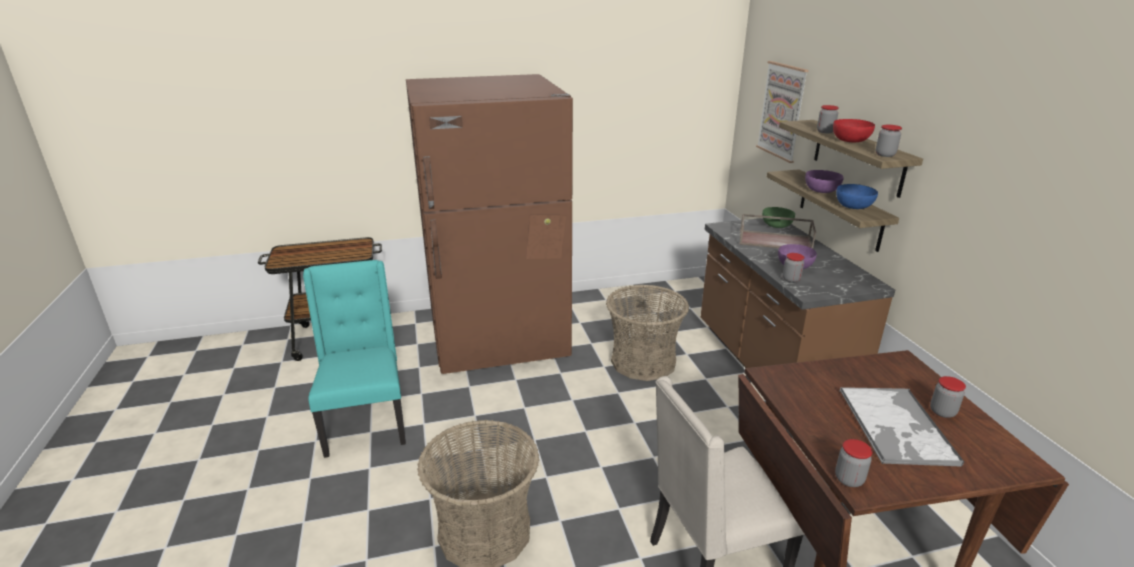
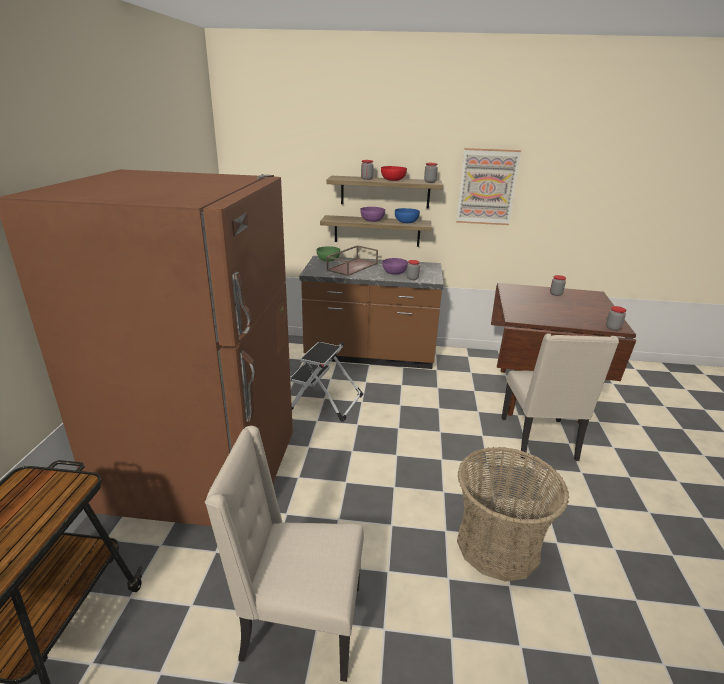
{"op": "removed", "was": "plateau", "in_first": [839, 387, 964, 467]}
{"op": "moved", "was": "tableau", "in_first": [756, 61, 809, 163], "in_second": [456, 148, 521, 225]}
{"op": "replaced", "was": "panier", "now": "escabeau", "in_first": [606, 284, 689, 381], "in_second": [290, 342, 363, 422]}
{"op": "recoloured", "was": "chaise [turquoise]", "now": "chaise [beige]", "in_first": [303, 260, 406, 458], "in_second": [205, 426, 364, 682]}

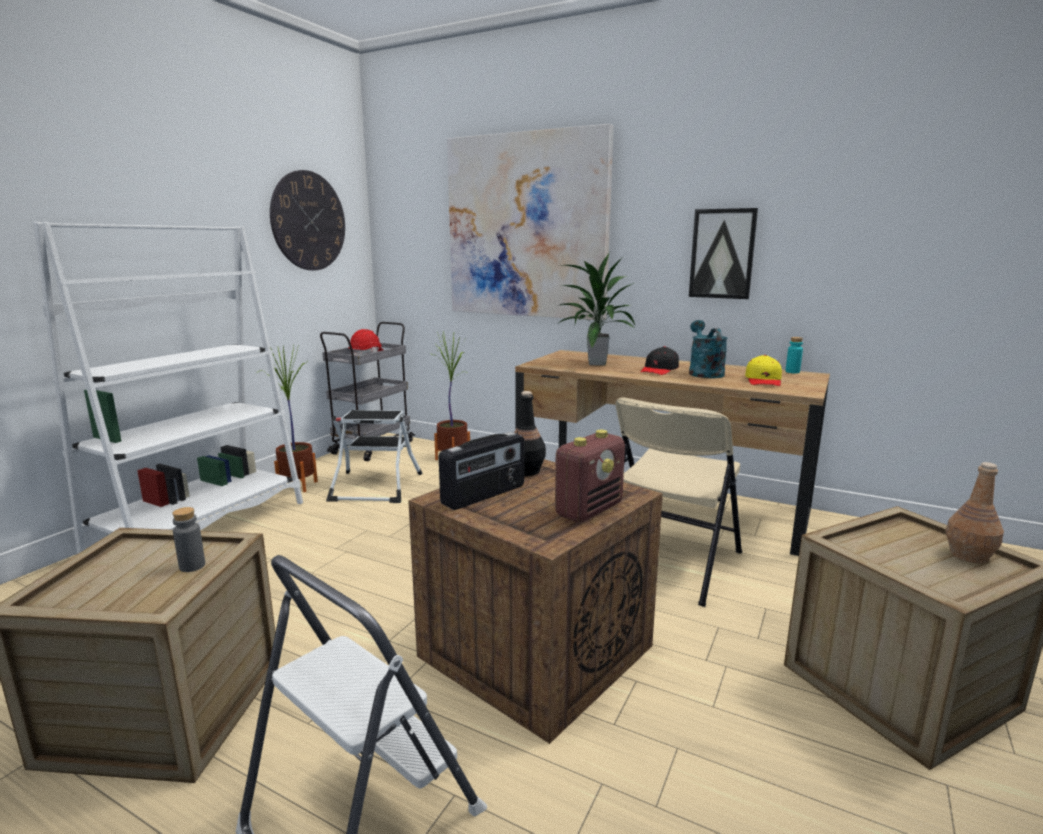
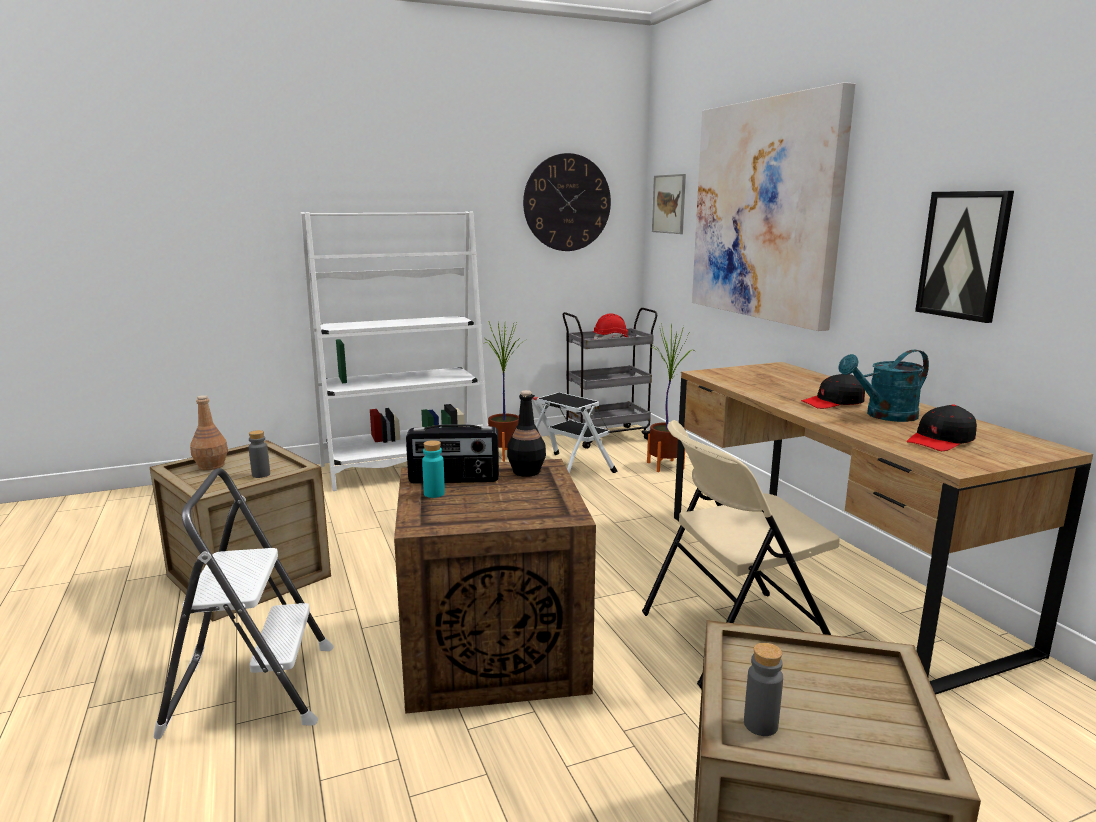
{"op": "removed", "was": "radio", "in_first": [555, 430, 625, 522]}
{"op": "removed", "was": "plante en pot", "in_first": [557, 254, 636, 366]}
{"op": "added", "now": "tableau", "in_second": [652, 174, 686, 234]}
{"op": "added", "now": "bouteille [gris]", "in_second": [744, 643, 783, 736]}
{"op": "moved", "was": "bouteille [turquoise]", "in_first": [786, 337, 803, 373], "in_second": [422, 440, 445, 498]}
{"op": "moved", "was": "bouteille [marron]", "in_first": [946, 462, 1004, 564], "in_second": [190, 395, 228, 470]}
{"op": "recoloured", "was": "casquette [jaune]", "now": "casquette [noir]", "in_first": [745, 355, 782, 386], "in_second": [907, 404, 977, 451]}
{"op": "turned", "was": "arrosoir [turquoise]", "in_first": [689, 320, 728, 378], "in_second": [838, 349, 929, 422], "clockwise": -150}

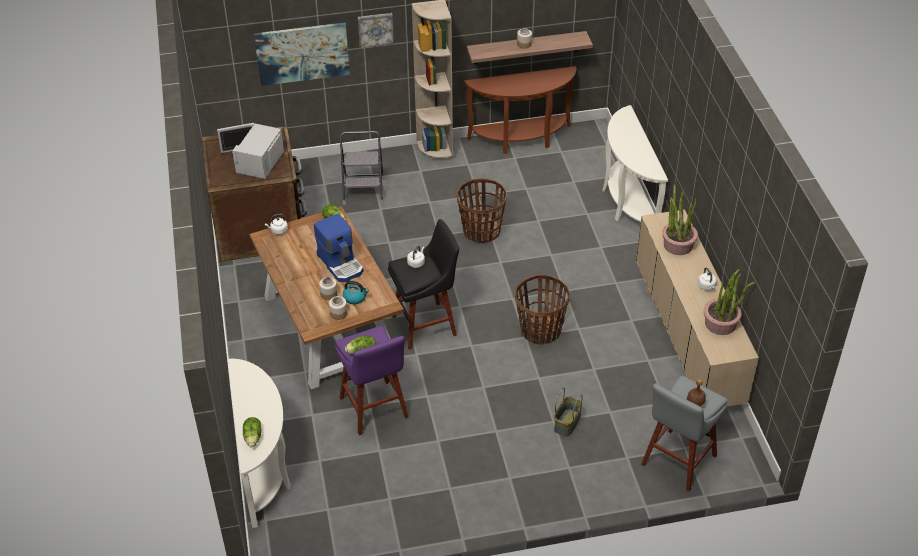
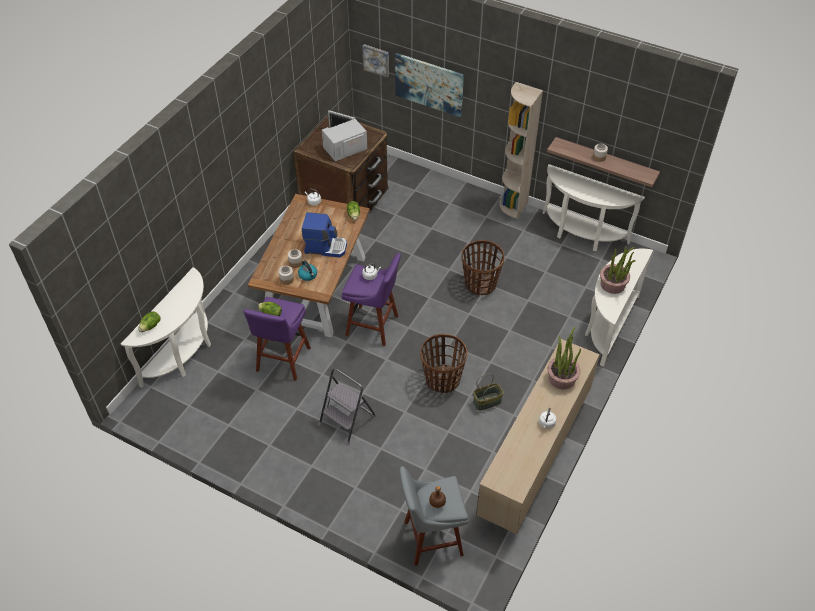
{"op": "moved", "was": "escabeau [gris]", "in_first": [340, 131, 384, 205], "in_second": [318, 368, 376, 446]}
{"op": "moved", "was": "tableau", "in_first": [358, 13, 394, 49], "in_second": [362, 44, 389, 78]}
{"op": "moved", "was": "panier", "in_first": [554, 388, 583, 436], "in_second": [473, 373, 503, 411]}
{"op": "moved", "was": "plante en pot", "in_first": [704, 269, 755, 335], "in_second": [600, 247, 636, 294]}
{"op": "recoloured", "was": "tabouret [noir]", "now": "tabouret [violet]", "in_first": [388, 219, 459, 350], "in_second": [342, 253, 401, 346]}
{"op": "recoloured", "was": "table console [marron]", "now": "table console [blanc]", "in_first": [464, 66, 576, 154], "in_second": [542, 164, 645, 251]}
{"op": "turned", "was": "machine à café", "in_first": [314, 213, 363, 282], "in_second": [302, 212, 347, 257], "clockwise": -90}

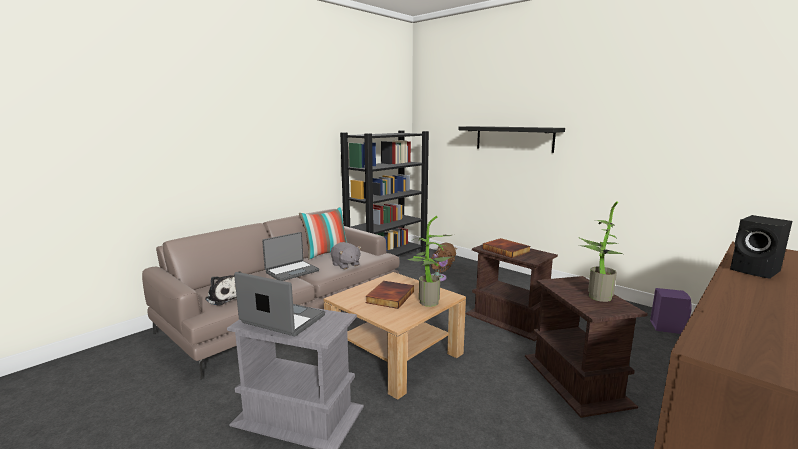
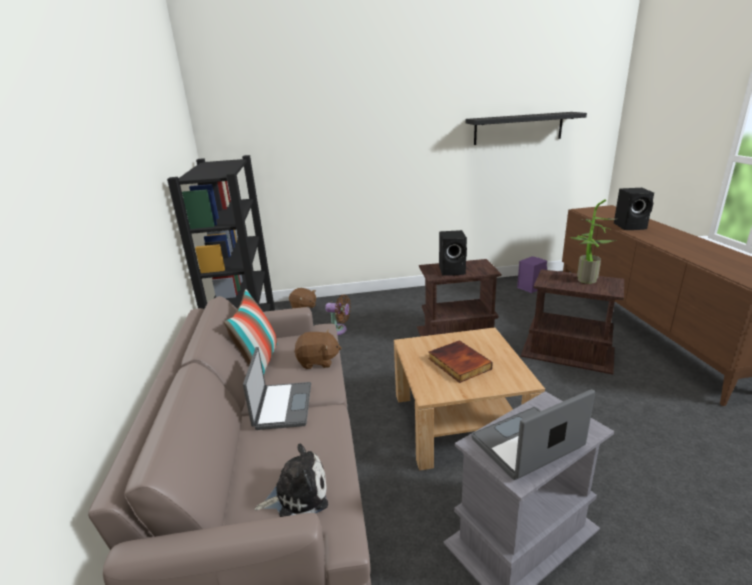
{"op": "removed", "was": "plante en pot", "in_first": [408, 216, 454, 307]}
{"op": "moved", "was": "étagère [noir]", "in_first": [458, 126, 565, 153], "in_second": [466, 112, 587, 145]}
{"op": "replaced", "was": "livre", "now": "enceinte [noir]", "in_first": [483, 238, 531, 258], "in_second": [439, 230, 467, 276]}
{"op": "recoloured", "was": "peluche [gris]", "now": "peluche [marron]", "in_first": [331, 242, 361, 269], "in_second": [294, 329, 342, 369]}

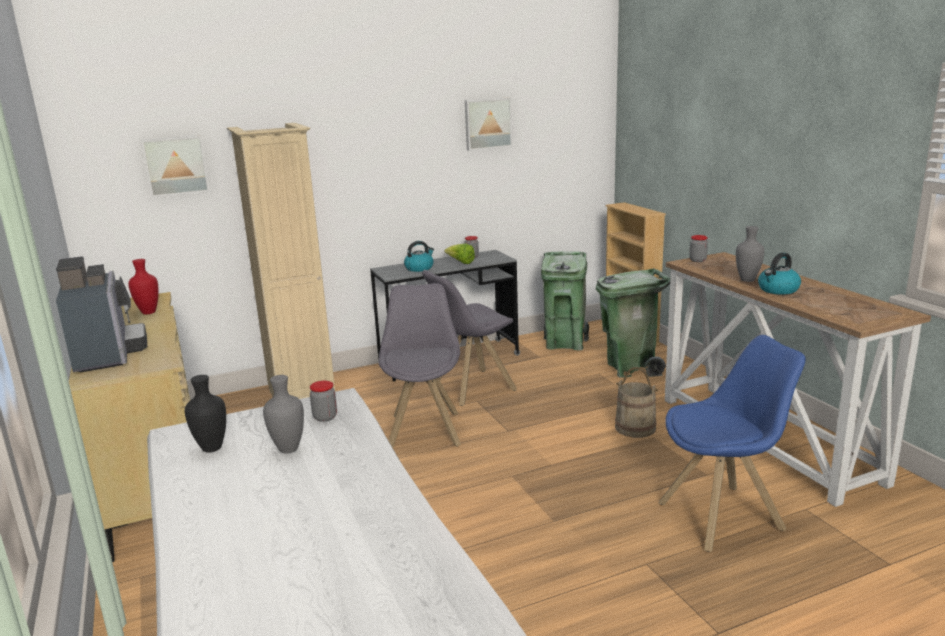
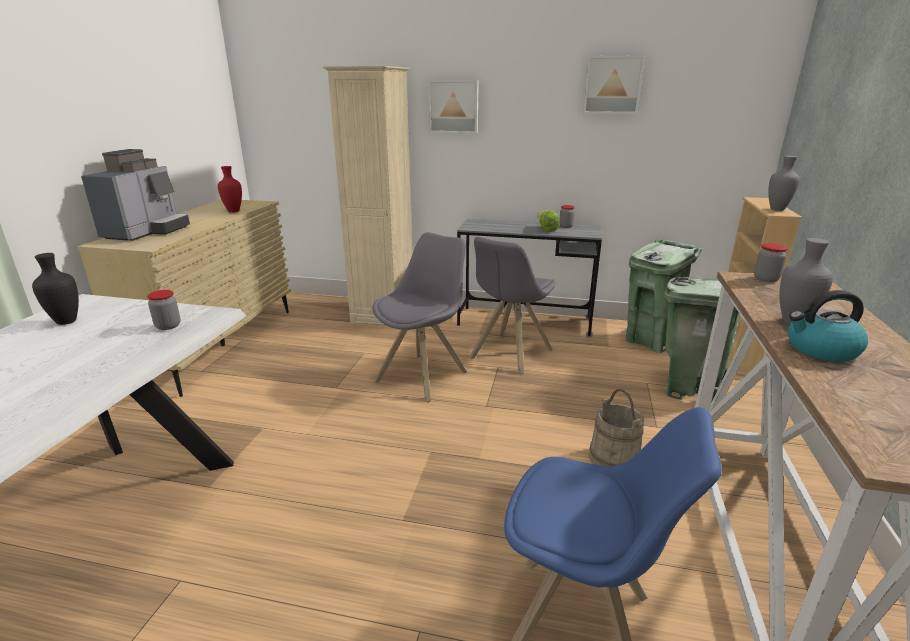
{"op": "removed", "was": "bouilloire", "in_first": [404, 241, 434, 272]}
{"op": "moved", "was": "tableau", "in_first": [141, 135, 210, 198], "in_second": [428, 80, 479, 133]}
{"op": "moved", "was": "vase [gris]", "in_first": [263, 375, 304, 454], "in_second": [768, 156, 800, 211]}
{"op": "turned", "was": "chaise [gris]", "in_first": [422, 270, 517, 406], "in_second": [470, 237, 556, 374], "clockwise": -60}

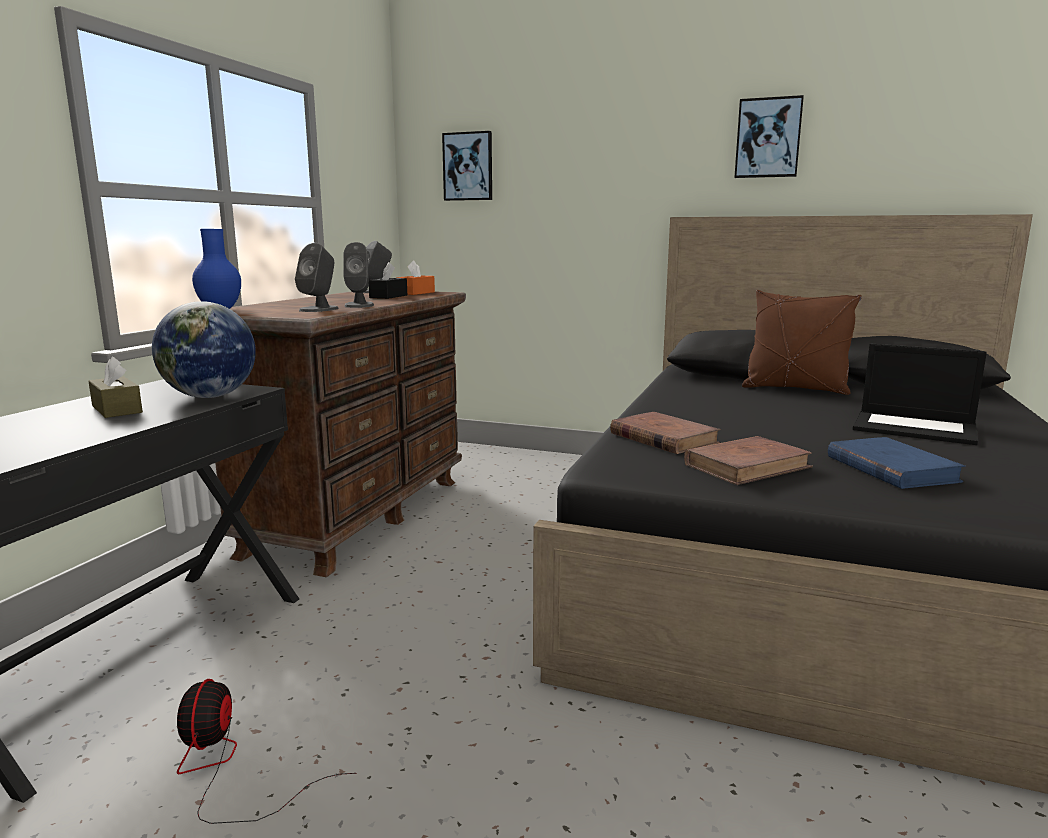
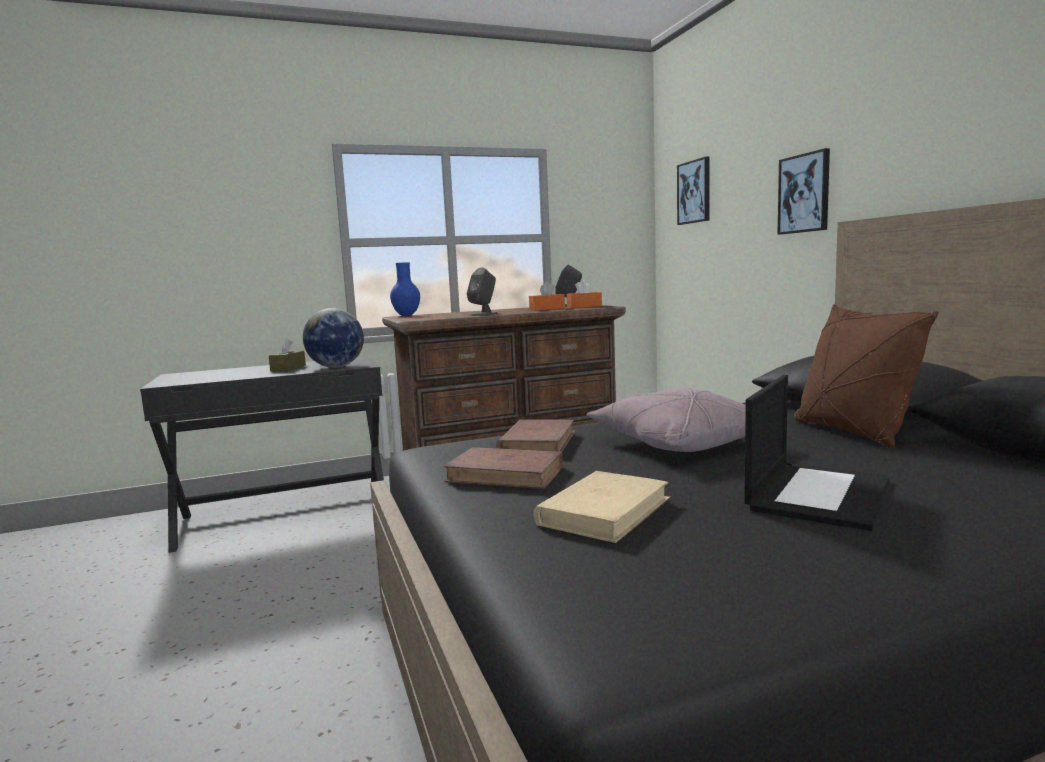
{"op": "removed", "was": "ventilateur", "in_first": [177, 679, 356, 824]}
{"op": "removed", "was": "enceinte [gris]", "in_first": [295, 243, 339, 312]}
{"op": "added", "now": "coussin [violet]", "in_second": [587, 388, 746, 452]}
{"op": "moved", "was": "tableau", "in_first": [734, 95, 804, 178], "in_second": [777, 148, 830, 235]}
{"op": "recoloured", "was": "boîte à mouchoirs [noir]", "now": "boîte à mouchoirs [orange]", "in_first": [368, 262, 407, 299], "in_second": [529, 281, 565, 310]}
{"op": "recoloured", "was": "livre [bleu]", "now": "livre [beige]", "in_first": [828, 437, 966, 489], "in_second": [534, 471, 670, 543]}
{"op": "turned", "was": "ordinateur portable", "in_first": [852, 344, 987, 445], "in_second": [744, 375, 890, 531], "clockwise": -135}

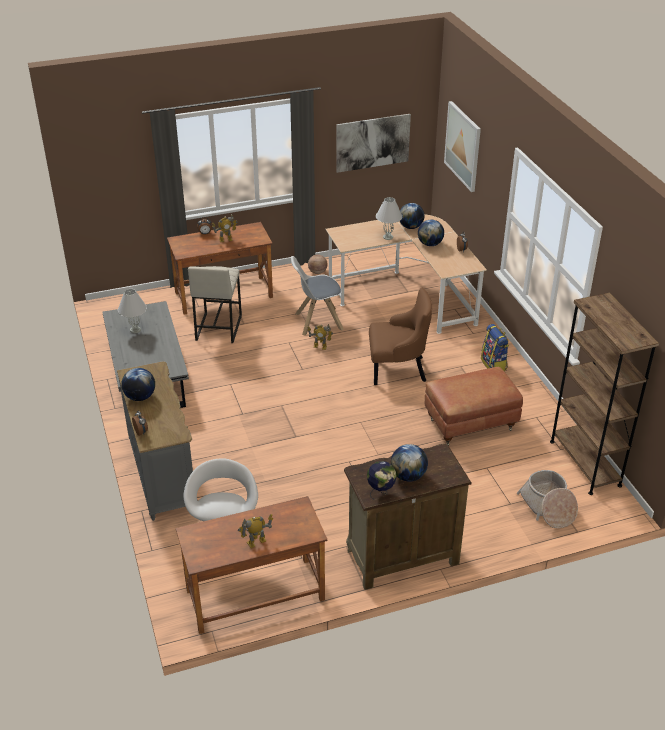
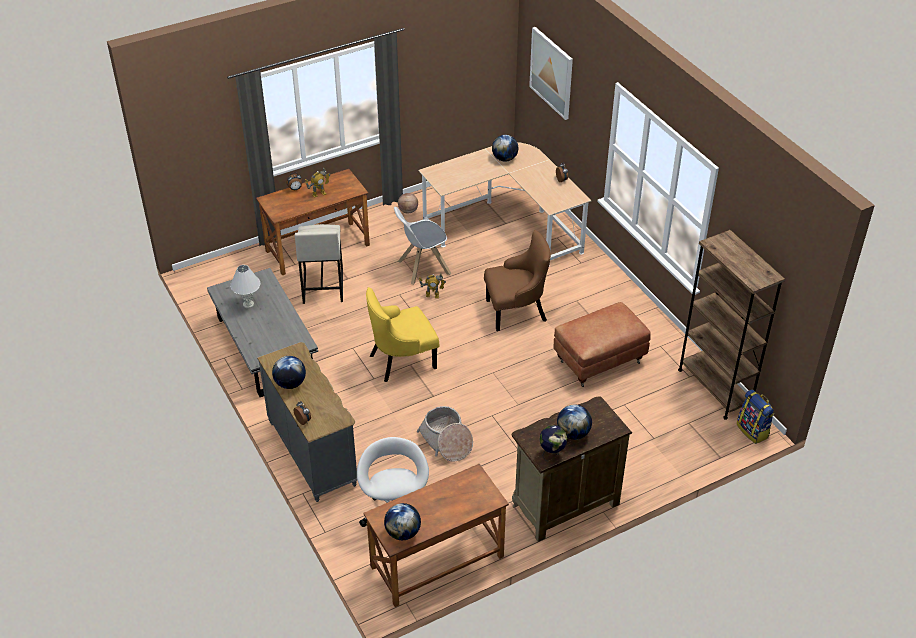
{"op": "removed", "was": "robot jouet", "in_first": [238, 514, 274, 548]}
{"op": "removed", "was": "tableau", "in_first": [336, 114, 411, 173]}
{"op": "removed", "was": "lampe de table [blanc]", "in_first": [376, 197, 402, 240]}
{"op": "added", "now": "chaise [jaune]", "in_second": [366, 287, 440, 382]}
{"op": "moved", "was": "globe", "in_first": [418, 220, 444, 246], "in_second": [384, 503, 421, 540]}
{"op": "moved", "was": "sac à dos", "in_first": [481, 324, 509, 372], "in_second": [736, 389, 774, 444]}
{"op": "moved", "was": "panier", "in_first": [517, 470, 578, 528], "in_second": [417, 406, 473, 462]}

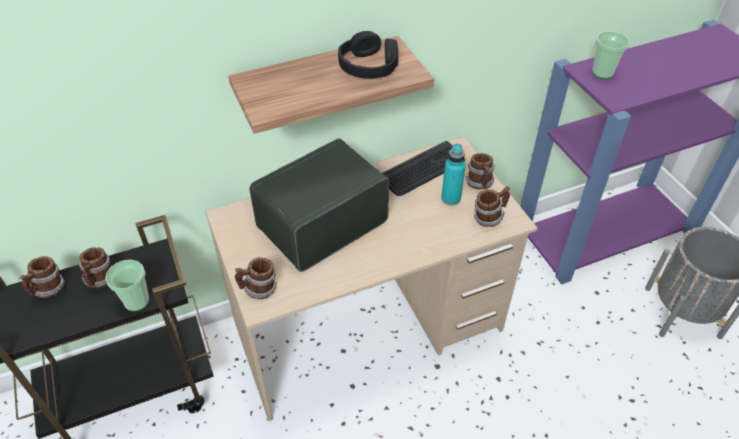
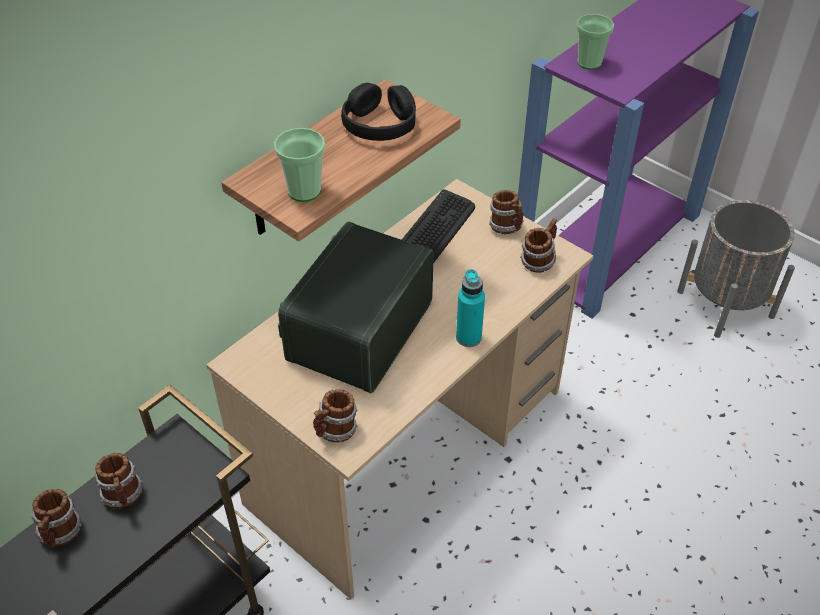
{"op": "moved", "was": "tasse", "in_first": [105, 260, 149, 311], "in_second": [274, 128, 325, 202]}
{"op": "moved", "was": "bouteille [turquoise]", "in_first": [441, 144, 466, 205], "in_second": [456, 269, 485, 347]}

